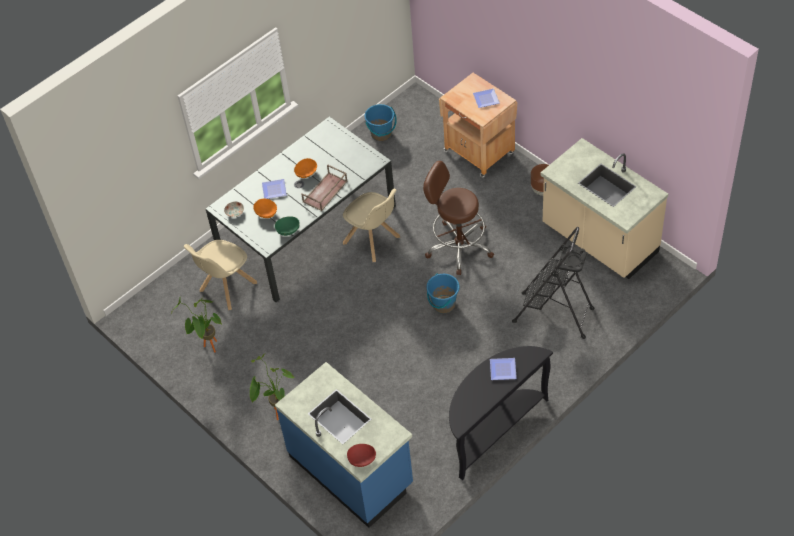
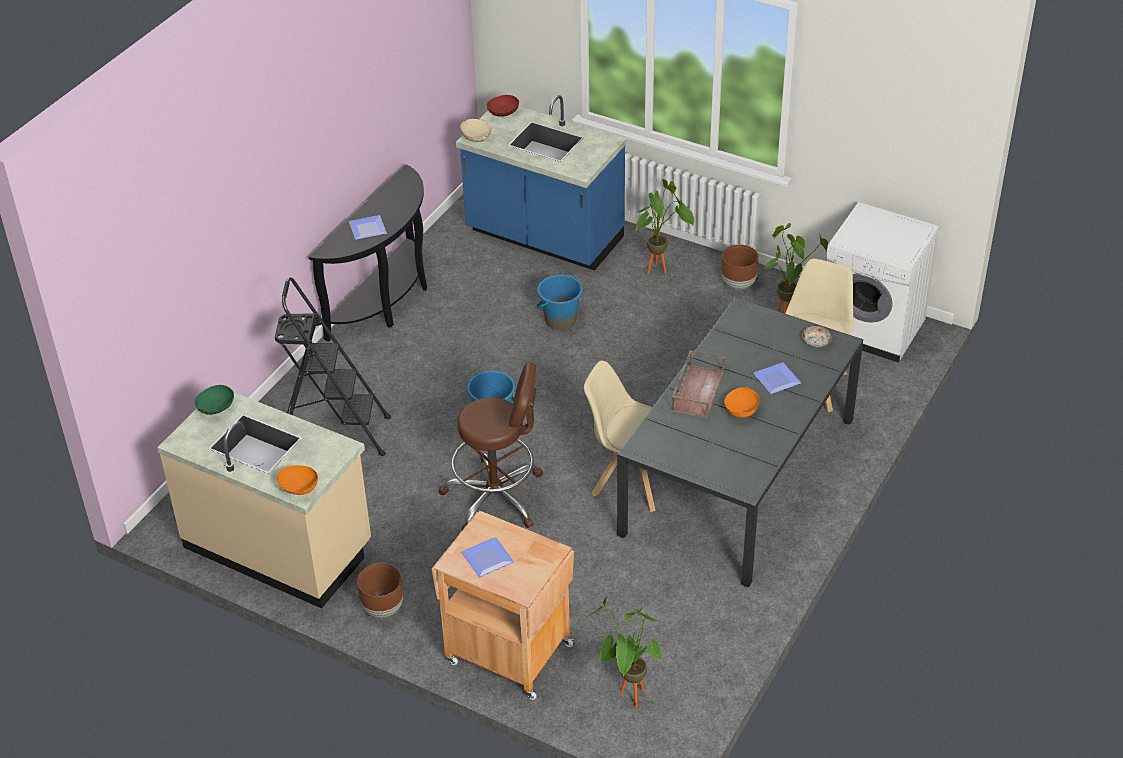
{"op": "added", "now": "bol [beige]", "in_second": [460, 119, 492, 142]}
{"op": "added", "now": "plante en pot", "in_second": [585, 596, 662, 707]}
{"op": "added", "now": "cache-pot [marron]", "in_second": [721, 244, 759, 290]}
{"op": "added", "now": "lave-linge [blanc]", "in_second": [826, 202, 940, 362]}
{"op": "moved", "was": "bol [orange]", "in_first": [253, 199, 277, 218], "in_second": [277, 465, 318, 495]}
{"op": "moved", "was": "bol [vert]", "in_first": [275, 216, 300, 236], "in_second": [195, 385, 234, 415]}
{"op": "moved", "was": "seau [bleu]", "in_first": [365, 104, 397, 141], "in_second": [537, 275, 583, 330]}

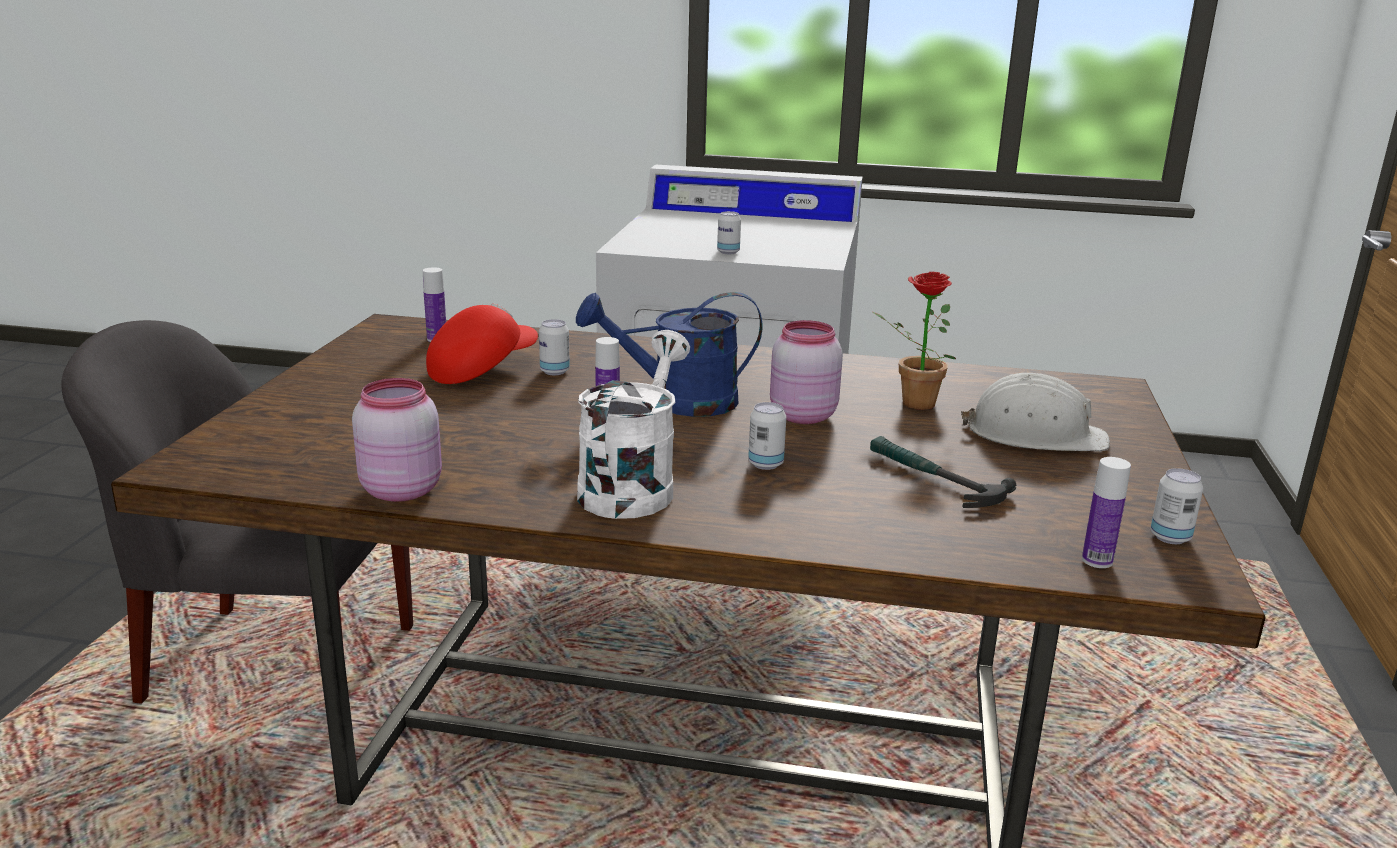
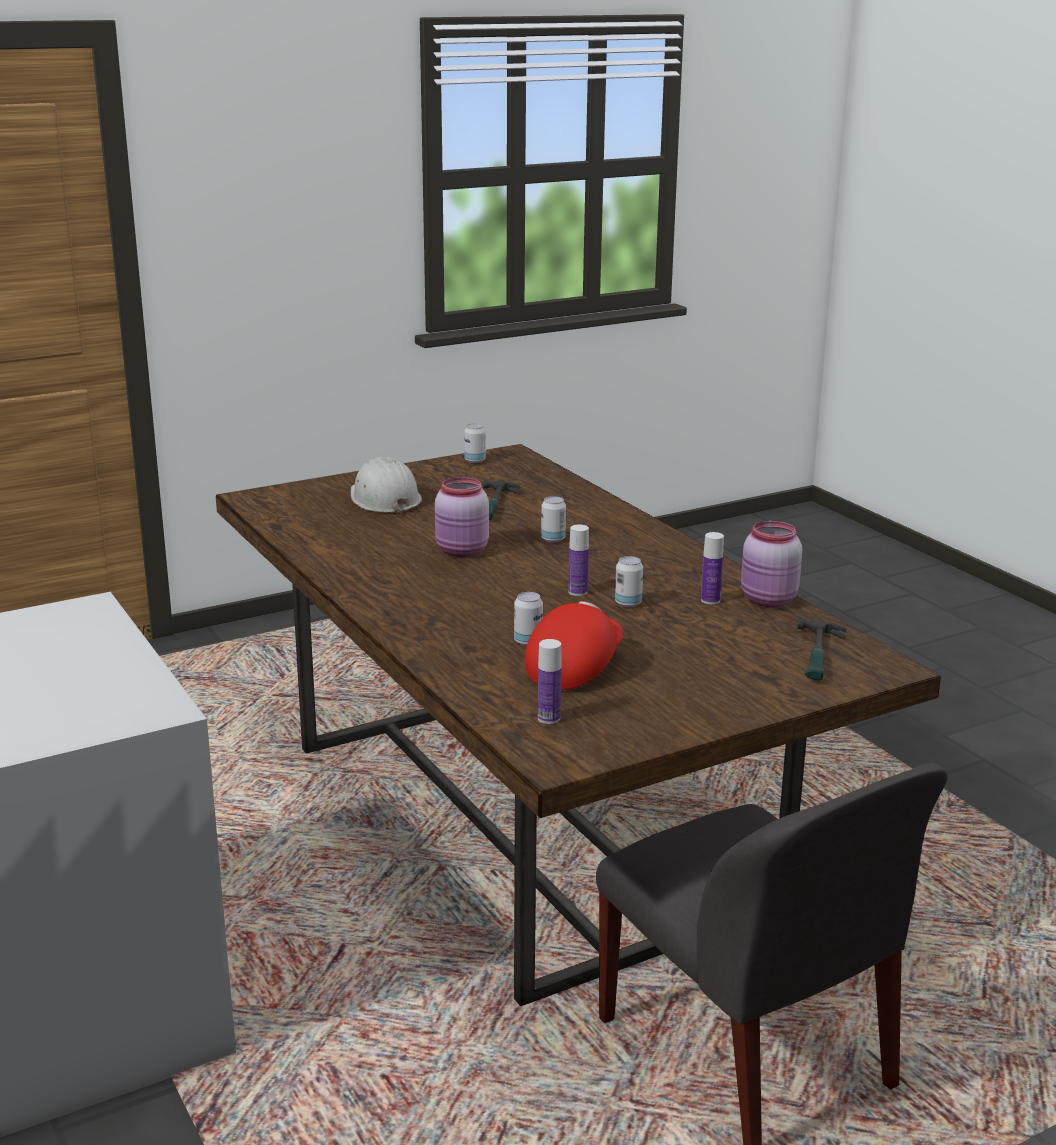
{"op": "removed", "was": "arrosoir [bleu]", "in_first": [576, 292, 762, 417]}
{"op": "removed", "was": "arrosoir [blanc]", "in_first": [577, 330, 690, 519]}
{"op": "removed", "was": "plante en pot", "in_first": [871, 272, 956, 410]}
{"op": "added", "now": "marteau", "in_second": [797, 618, 847, 680]}
{"op": "moved", "was": "boîte métallique", "in_first": [717, 211, 741, 254], "in_second": [615, 556, 643, 607]}
{"op": "moved", "was": "bouteille", "in_first": [1082, 457, 1131, 568], "in_second": [701, 532, 724, 604]}
{"op": "turned", "was": "casquette [rouge]", "in_first": [426, 304, 538, 384], "in_second": [525, 601, 624, 690], "clockwise": 120}

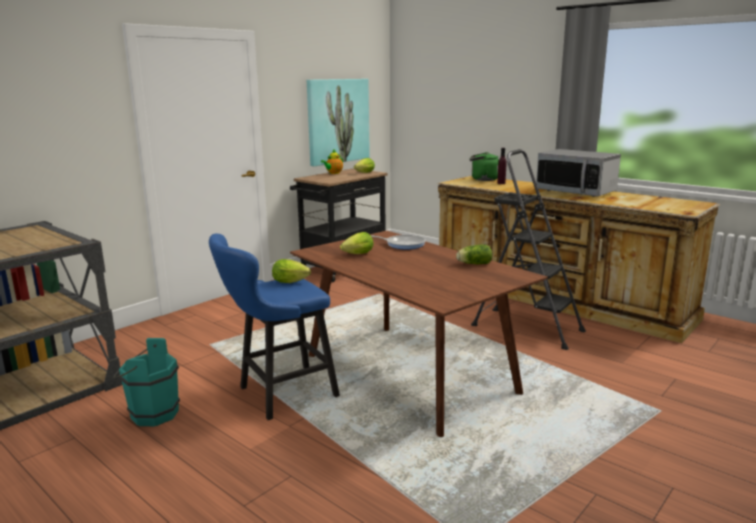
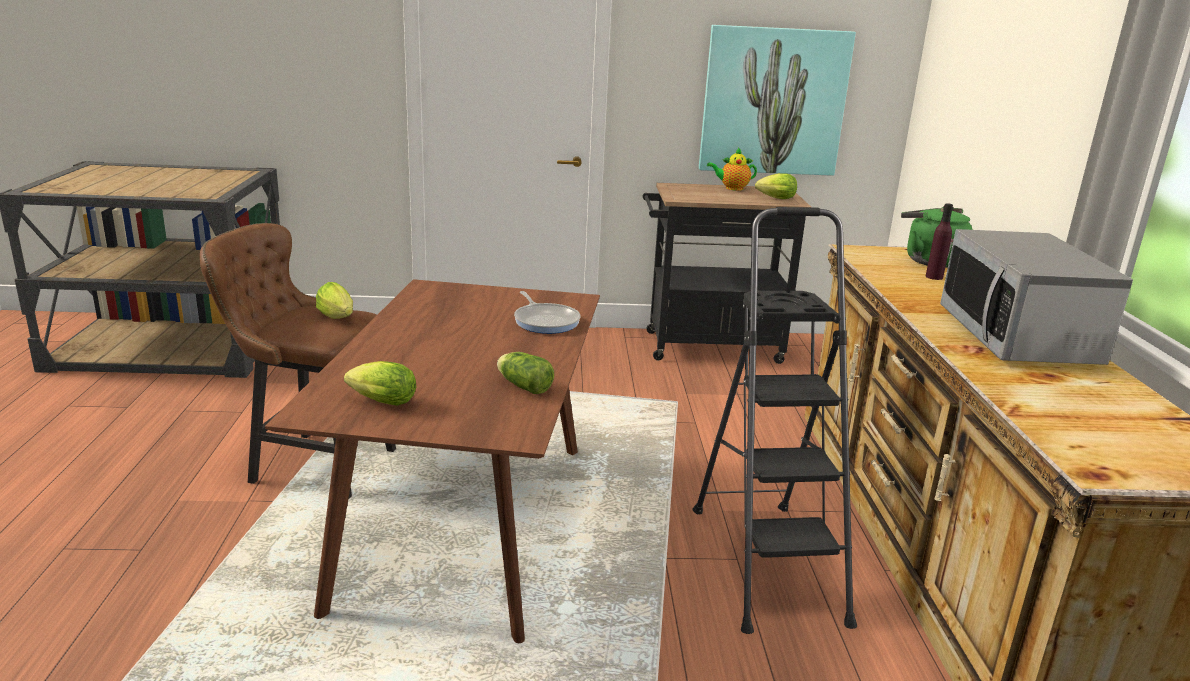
{"op": "removed", "was": "seau [turquoise]", "in_first": [113, 338, 180, 426]}
{"op": "moved", "was": "laitue", "in_first": [340, 232, 374, 254], "in_second": [344, 361, 416, 406]}
{"op": "recoloured", "was": "tabouret [bleu]", "now": "tabouret [marron]", "in_first": [209, 233, 340, 420], "in_second": [200, 223, 396, 498]}

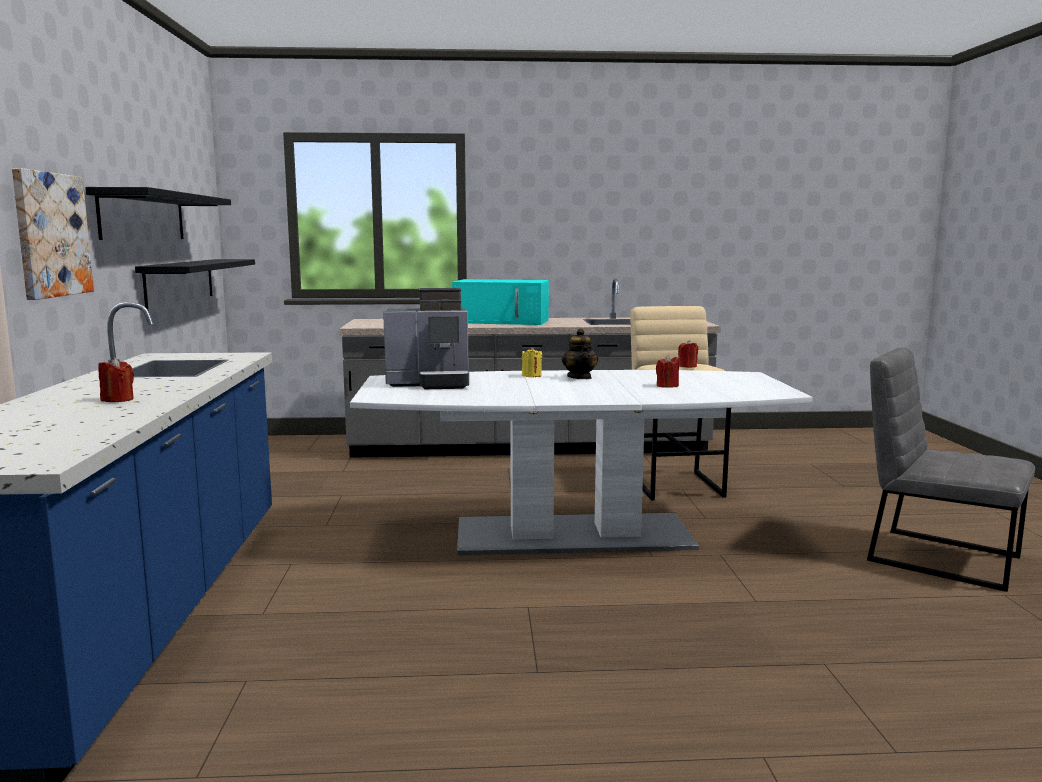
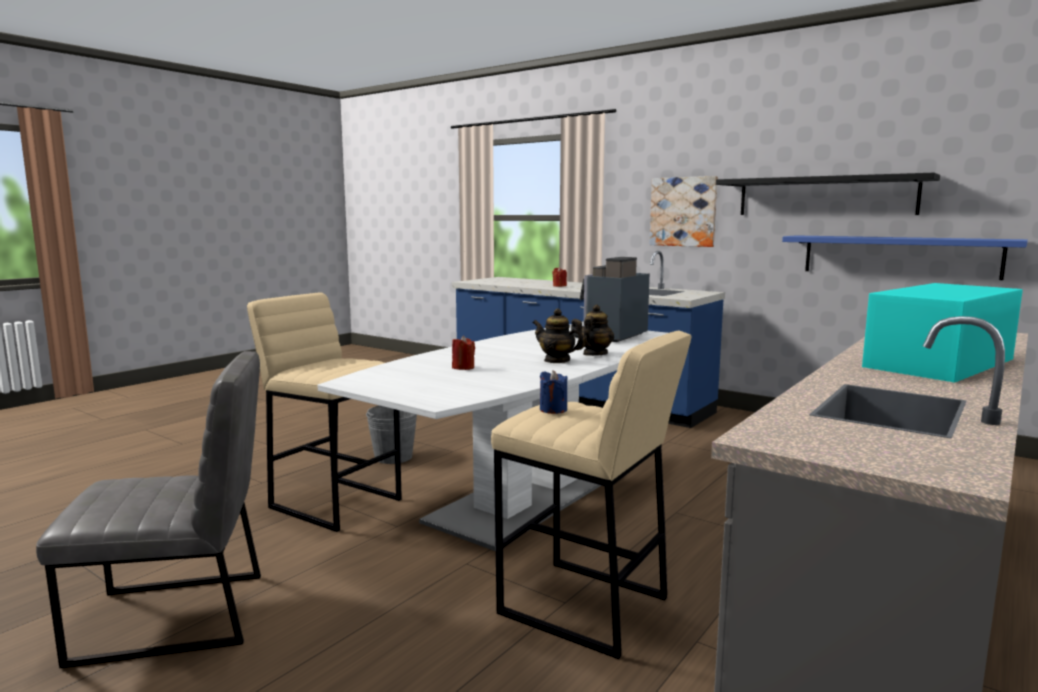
{"op": "added", "now": "tabouret [beige]", "in_second": [247, 293, 402, 532]}
{"op": "added", "now": "seau [gris]", "in_second": [366, 406, 417, 464]}
{"op": "replaced", "was": "bougie [jaune]", "now": "théière", "in_first": [522, 347, 542, 377], "in_second": [578, 304, 614, 356]}
{"op": "recoloured", "was": "étagère [noir]", "now": "étagère [bleu]", "in_first": [135, 259, 255, 309], "in_second": [782, 235, 1028, 280]}
{"op": "recoloured", "was": "bougie [rouge]", "now": "bougie [bleu]", "in_first": [678, 340, 699, 368], "in_second": [540, 370, 567, 414]}

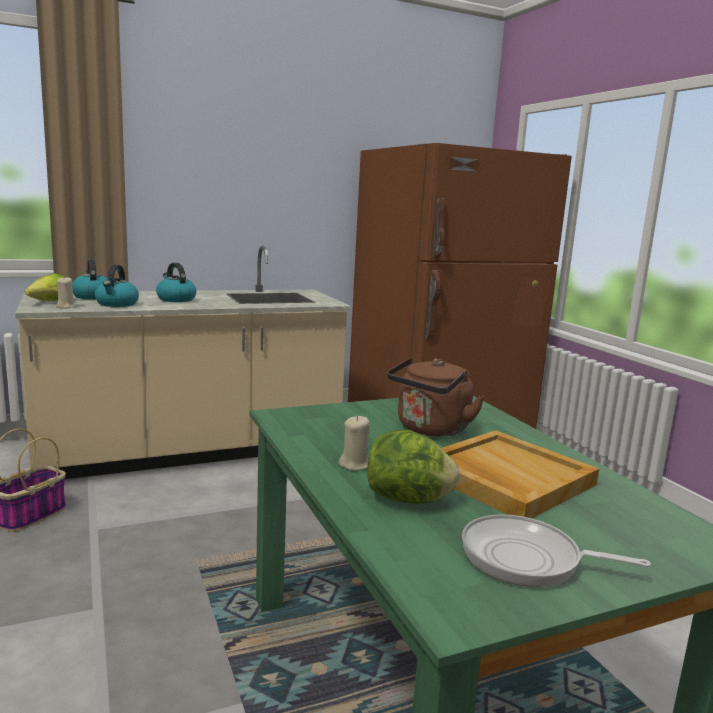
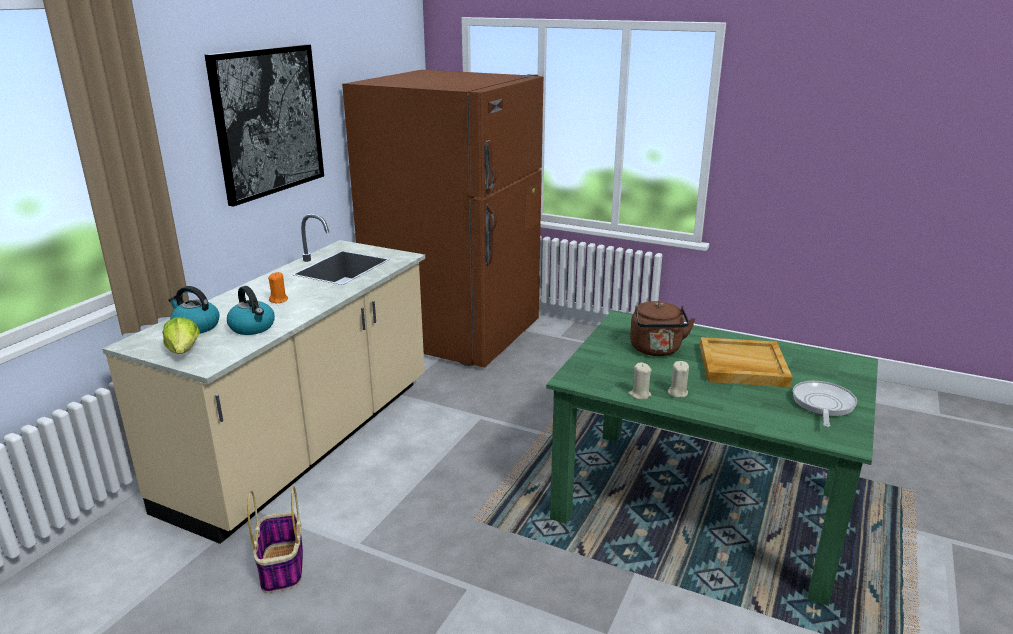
{"op": "removed", "was": "laitue", "in_first": [367, 430, 460, 504]}
{"op": "added", "now": "tableau", "in_second": [205, 44, 324, 207]}
{"op": "moved", "was": "bougie [beige]", "in_first": [56, 277, 75, 308], "in_second": [628, 362, 652, 400]}
{"op": "replaced", "was": "bouilloire", "now": "bougie [orange]", "in_first": [156, 263, 196, 302], "in_second": [268, 272, 288, 303]}
{"op": "turned", "was": "poêle", "in_first": [462, 514, 651, 587], "in_second": [793, 381, 857, 427], "clockwise": 135}

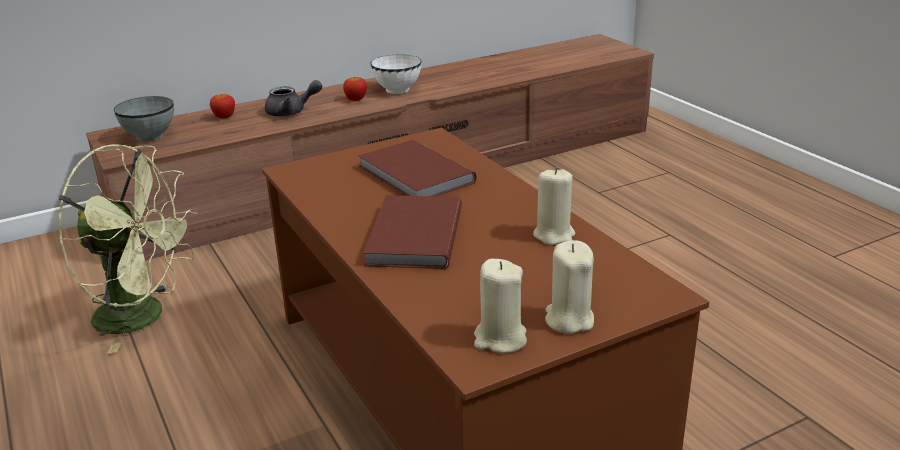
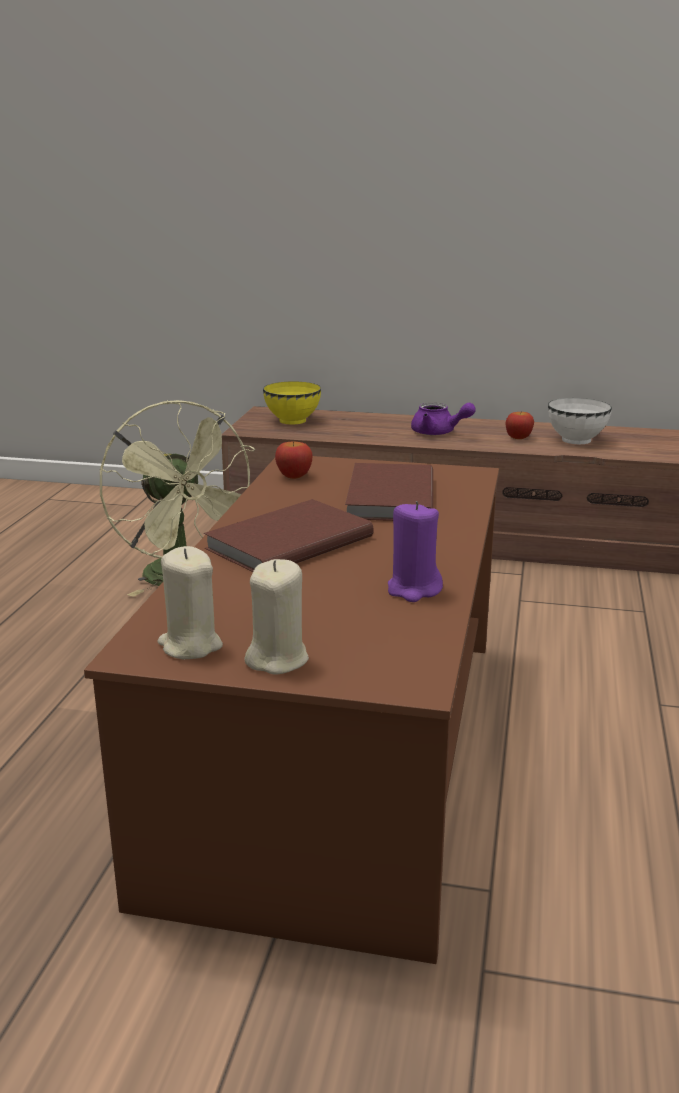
{"op": "moved", "was": "pomme", "in_first": [210, 94, 235, 119], "in_second": [275, 441, 312, 479]}
{"op": "recoloured", "was": "bol [gris]", "now": "bol [jaune]", "in_first": [114, 96, 174, 141], "in_second": [263, 381, 321, 424]}
{"op": "recoloured", "was": "théière [gris]", "now": "théière [violet]", "in_first": [265, 80, 322, 117], "in_second": [411, 403, 476, 435]}
{"op": "recoloured", "was": "bougie [beige]", "now": "bougie [violet]", "in_first": [533, 168, 575, 245], "in_second": [388, 501, 443, 602]}

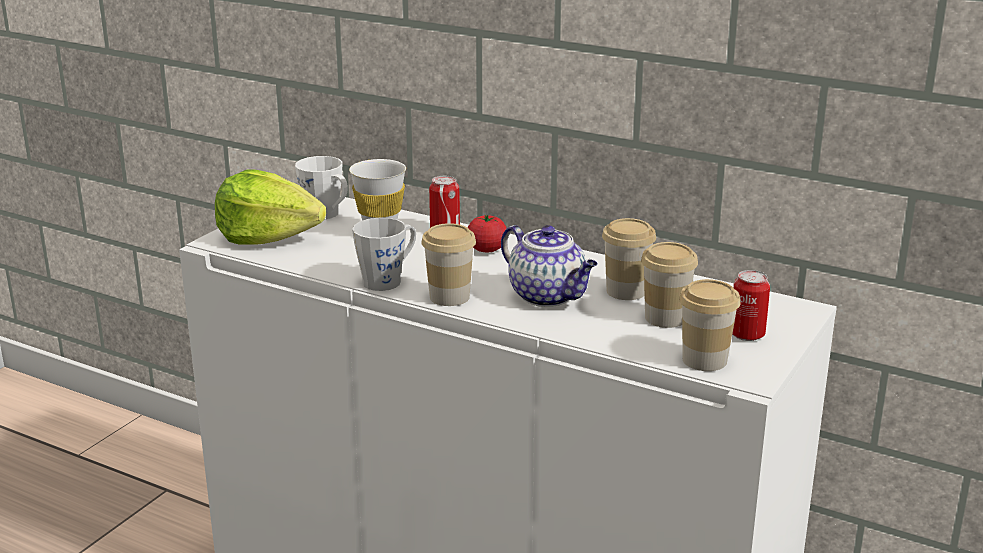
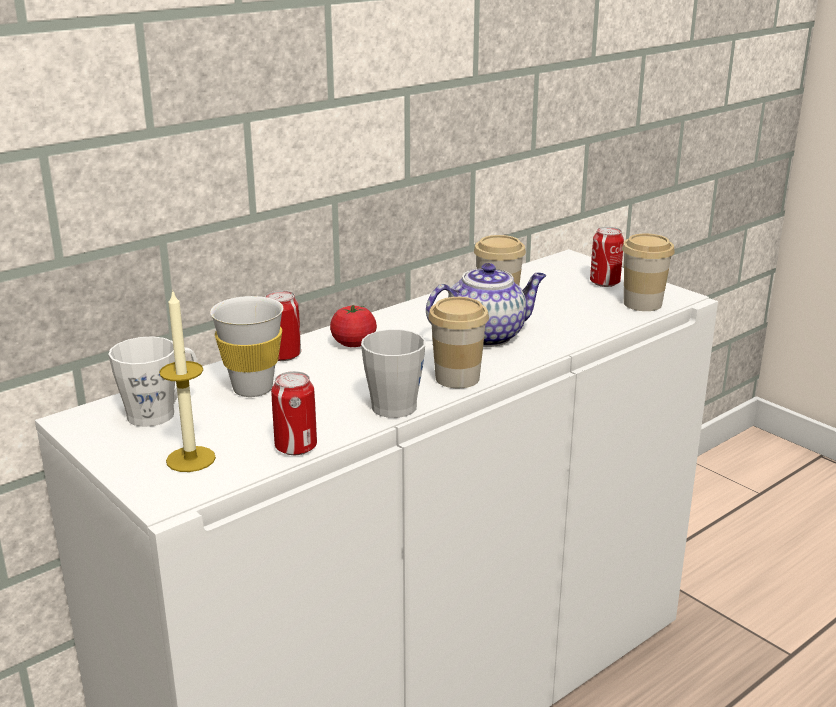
{"op": "removed", "was": "tasse", "in_first": [641, 242, 698, 328]}
{"op": "added", "now": "boîte métallique", "in_second": [271, 371, 317, 455]}
{"op": "replaced", "was": "laitue", "now": "bougie", "in_first": [215, 170, 326, 245], "in_second": [159, 289, 216, 472]}

